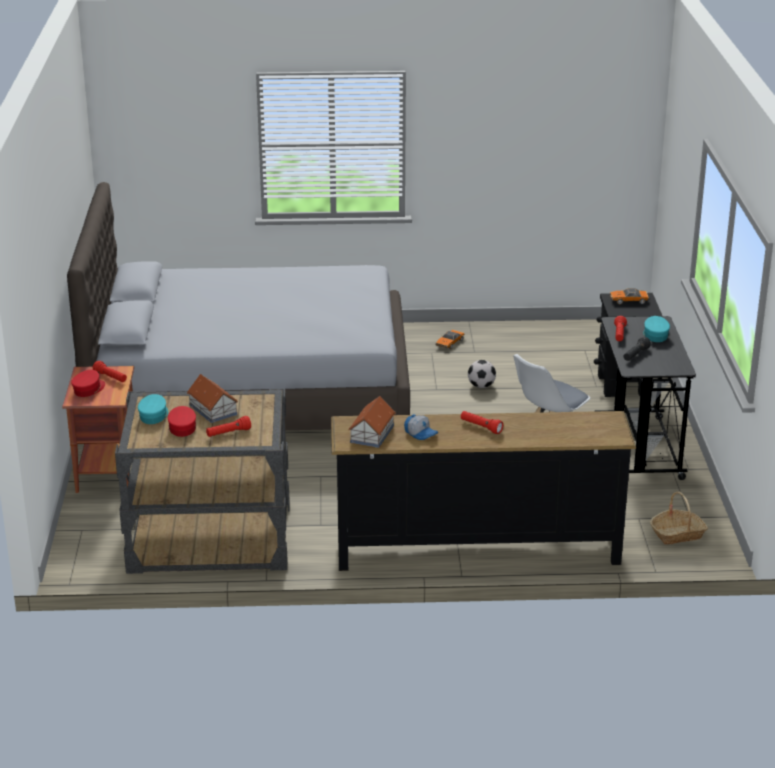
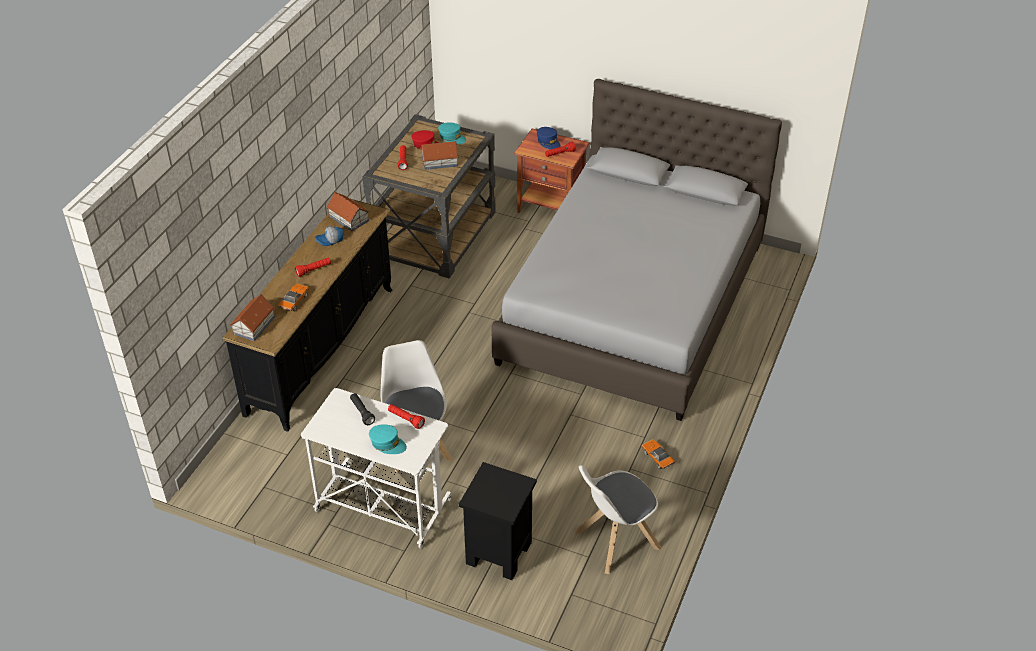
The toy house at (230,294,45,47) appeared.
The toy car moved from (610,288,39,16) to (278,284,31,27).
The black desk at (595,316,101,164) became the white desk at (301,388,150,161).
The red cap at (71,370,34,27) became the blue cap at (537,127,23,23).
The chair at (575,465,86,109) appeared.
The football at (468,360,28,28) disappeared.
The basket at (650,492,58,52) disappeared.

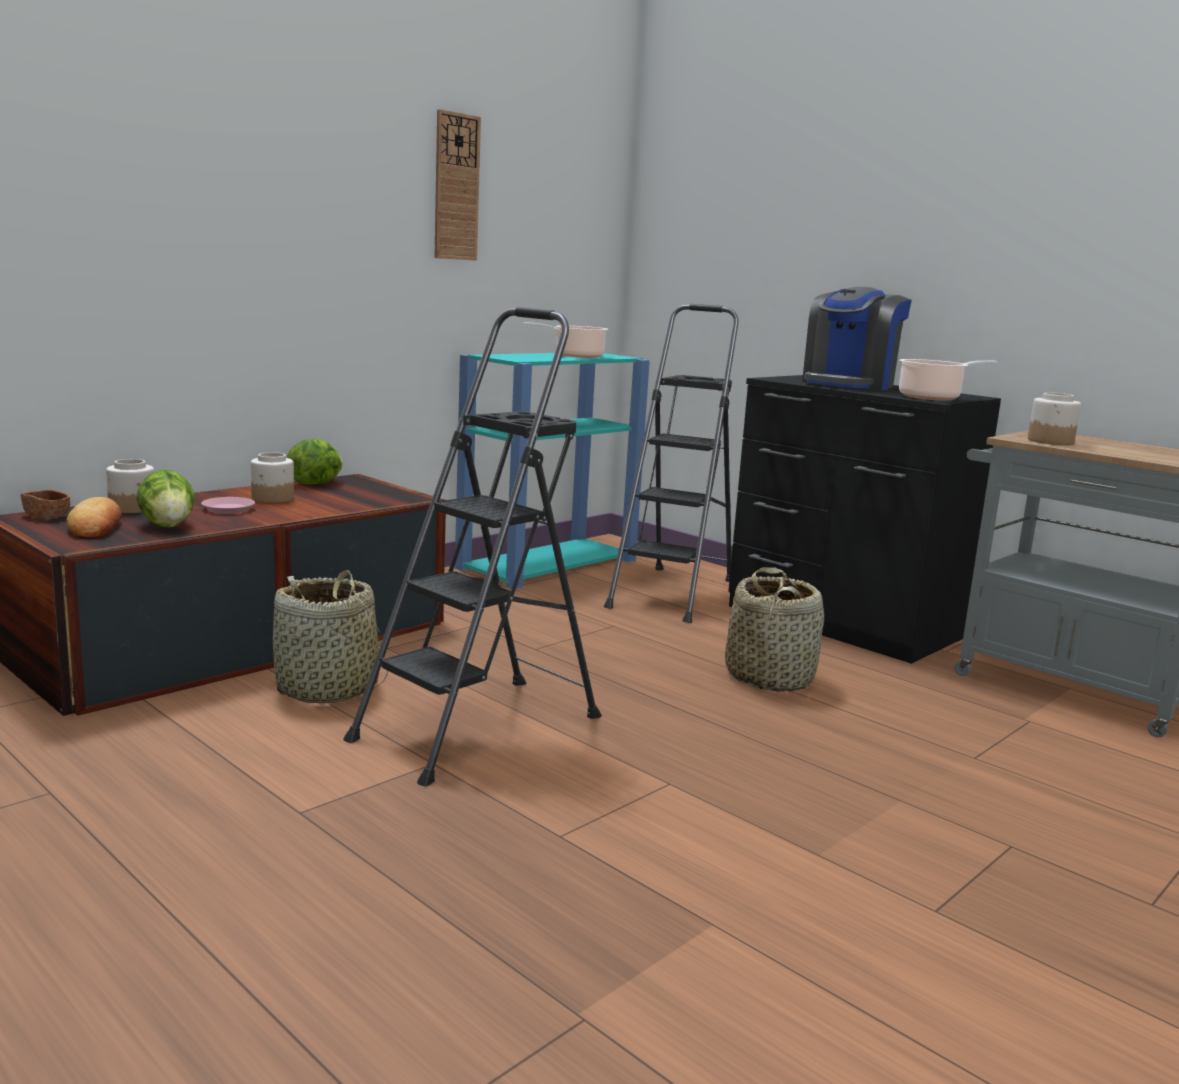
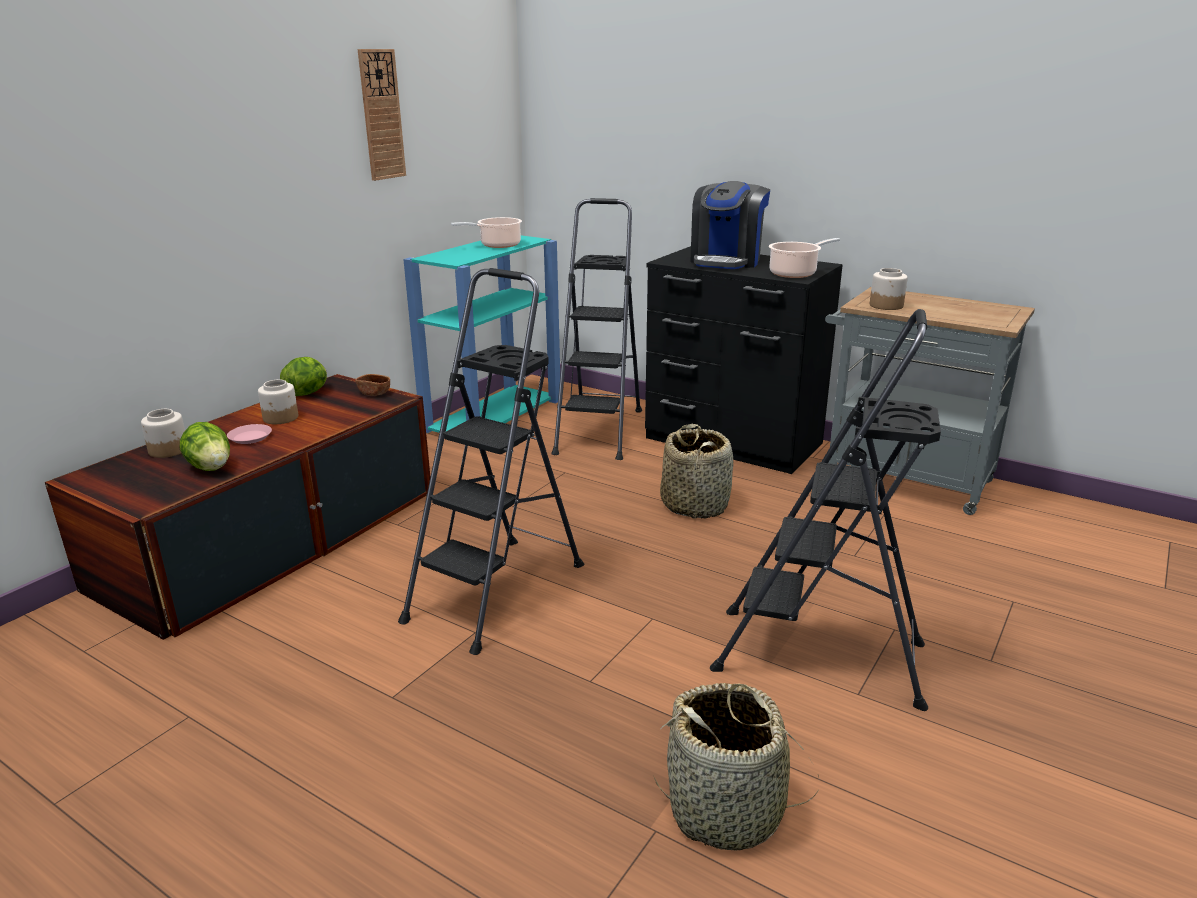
The brown bowl moved from (21,490,49,29) to (356,374,34,22).
The basket moved from (273,570,115,133) to (654,683,165,168).
The step ladder at (710,309,231,402) appeared.
The bread at (66,497,56,42) disappeared.

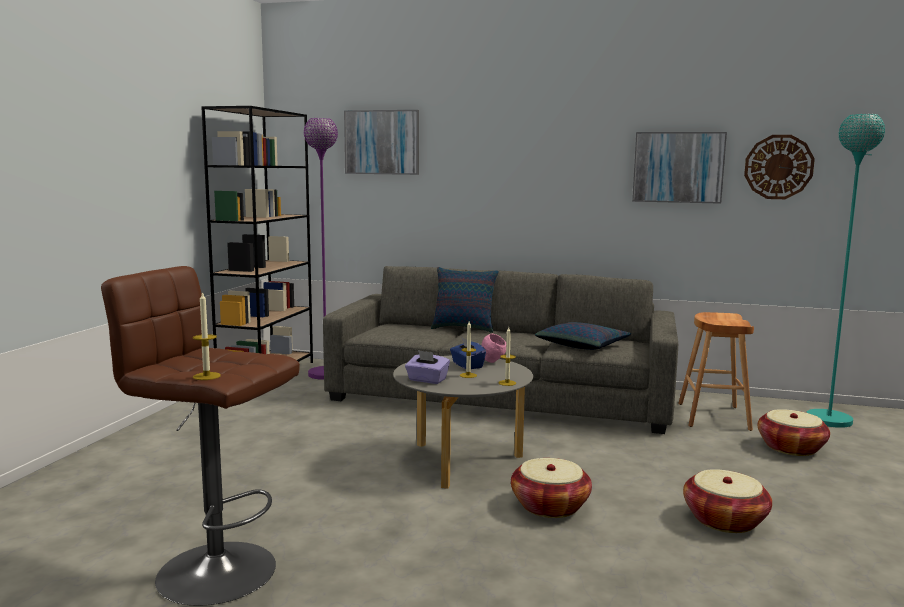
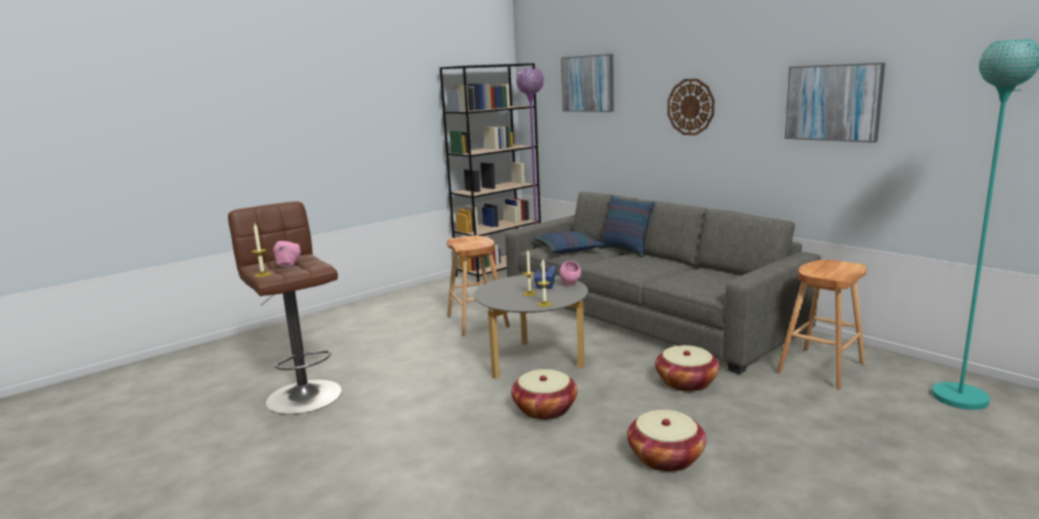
The pink bowl at (273,241,28,26) appeared.
The brown stool at (447,236,63,100) appeared.
The blue pillow moved from (535,322,96,28) to (534,231,70,23).
The basket moved from (758,409,72,47) to (655,345,65,47).
The wall clock moved from (744,135,71,64) to (667,79,48,56).
The purple tissue box at (405,350,45,34) disappeared.

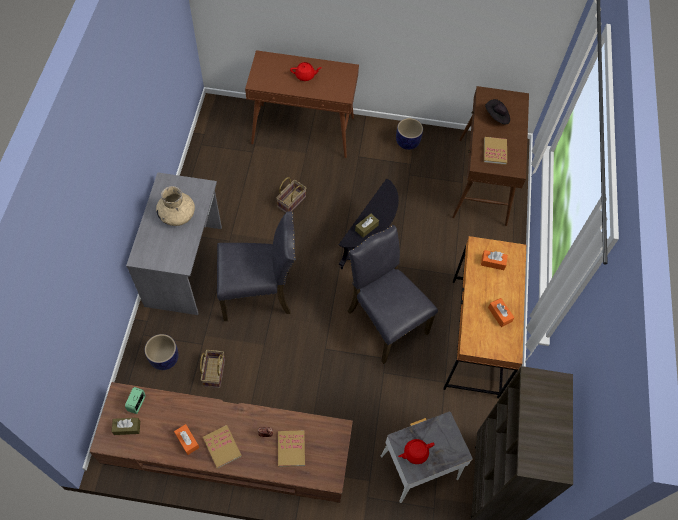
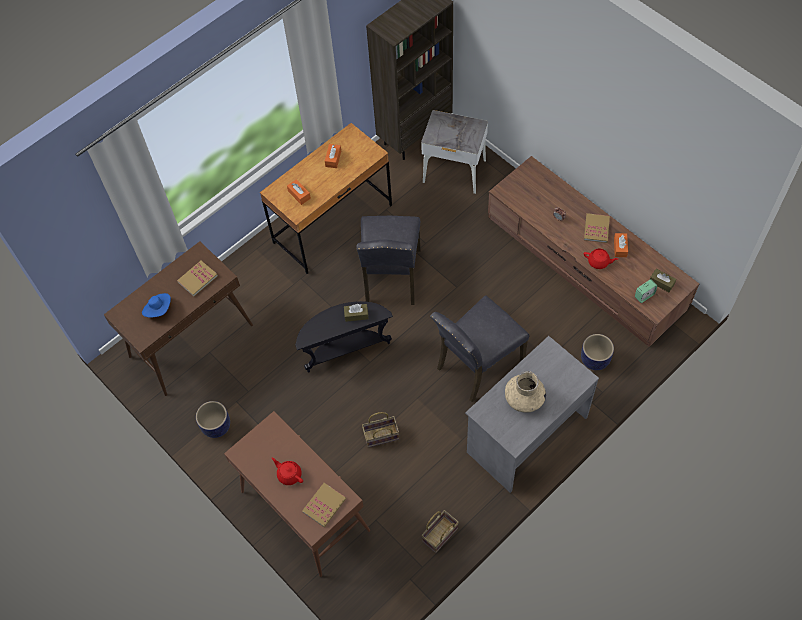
The black hat at (485,99,25,25) became the blue hat at (142,293,29,25).
The book moved from (278,430,27,37) to (302,483,44,45).
The basket moved from (200,350,25,38) to (421,510,38,43).
The grey chair at (217,211,79,110) turned 75 degrees counterclockwise.
The red teapot moved from (398,439,37,25) to (584,248,34,21).

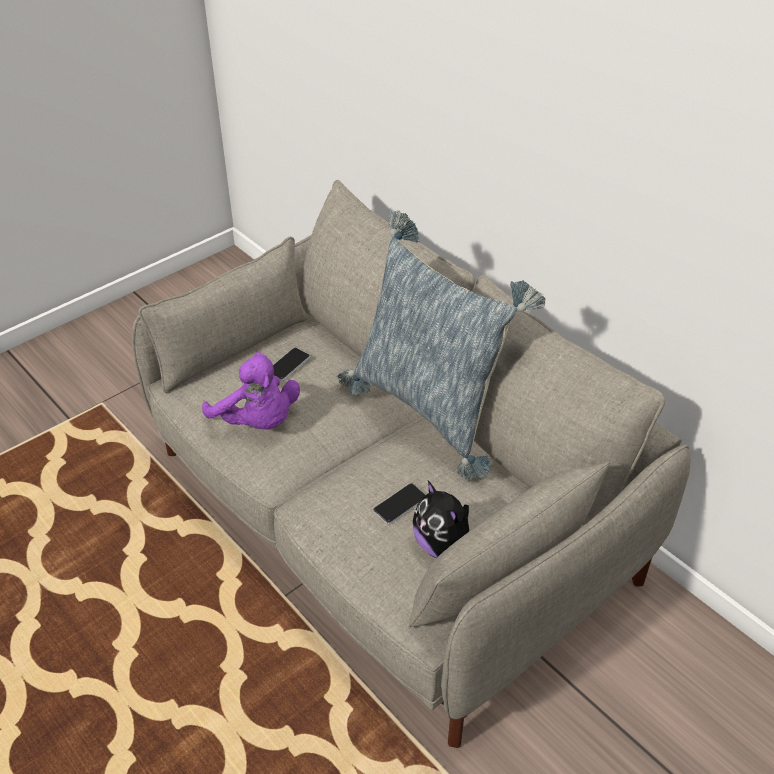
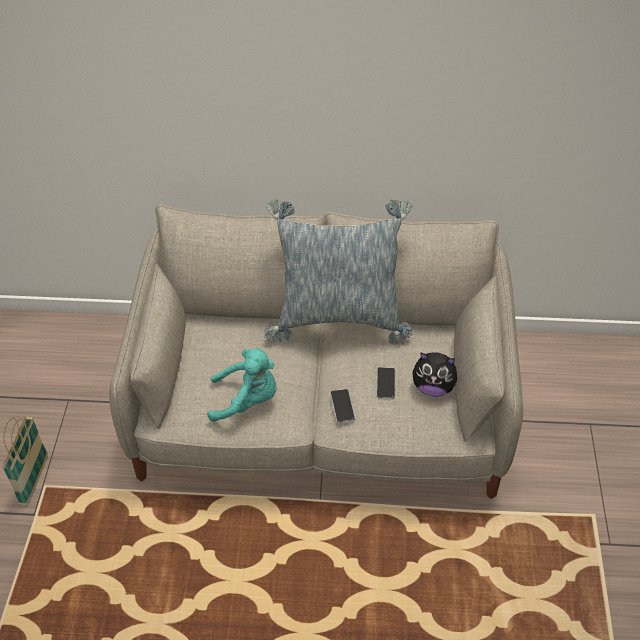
The basket at (2,416,46,90) appeared.
The purple plush toy at (202,352,98,78) became the turquoise plush toy at (207,348,70,74).
The phone moved from (273,348,37,33) to (330,389,25,34).

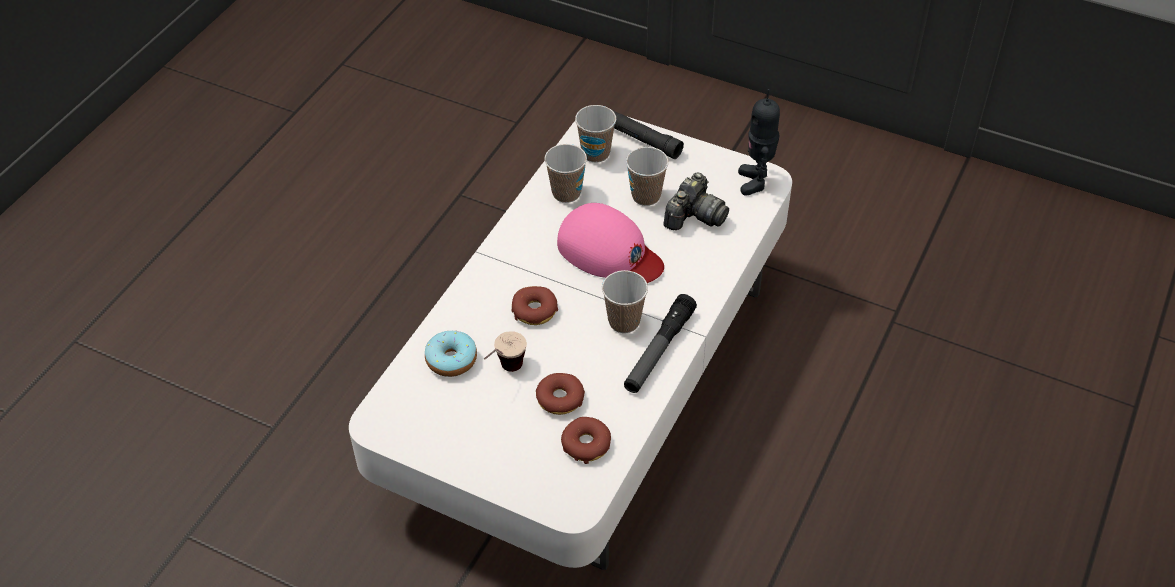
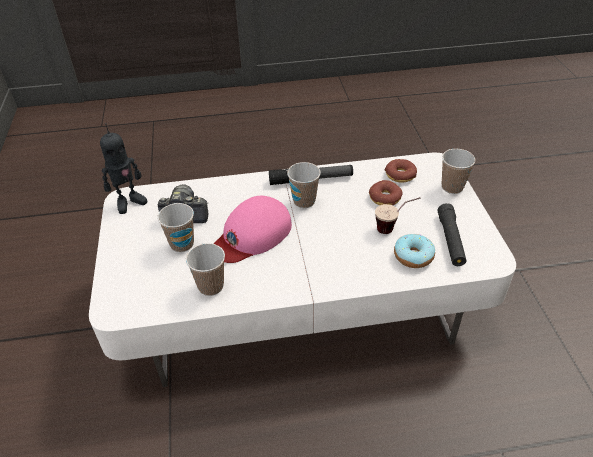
The pink cap at (557,203,107,80) turned 135 degrees counterclockwise.
The black flashlight moved from (612,110,72,49) to (438,203,29,63).
The cup moved from (575,105,41,58) to (442,149,34,45).
The donut at (511,286,47,39) disappeared.

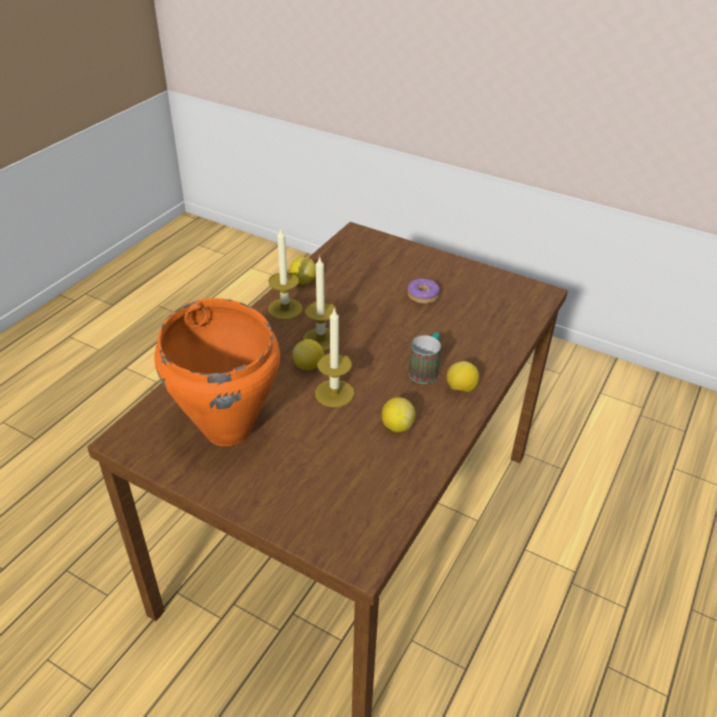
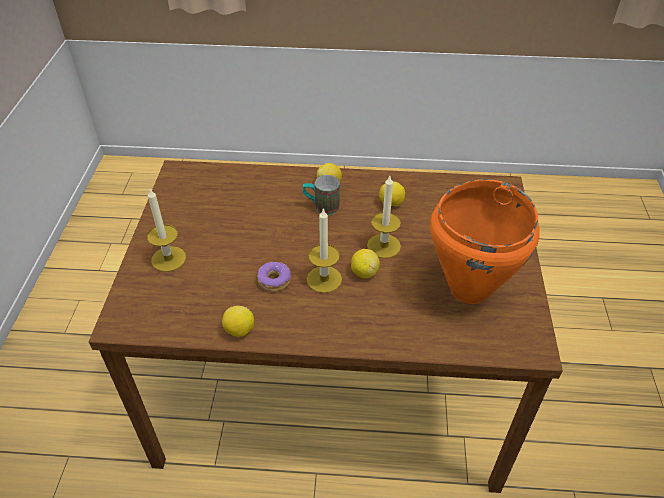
The candle moved from (268,227,35,93) to (147,189,39,83).
The donut moved from (408,278,32,26) to (257,262,34,30).

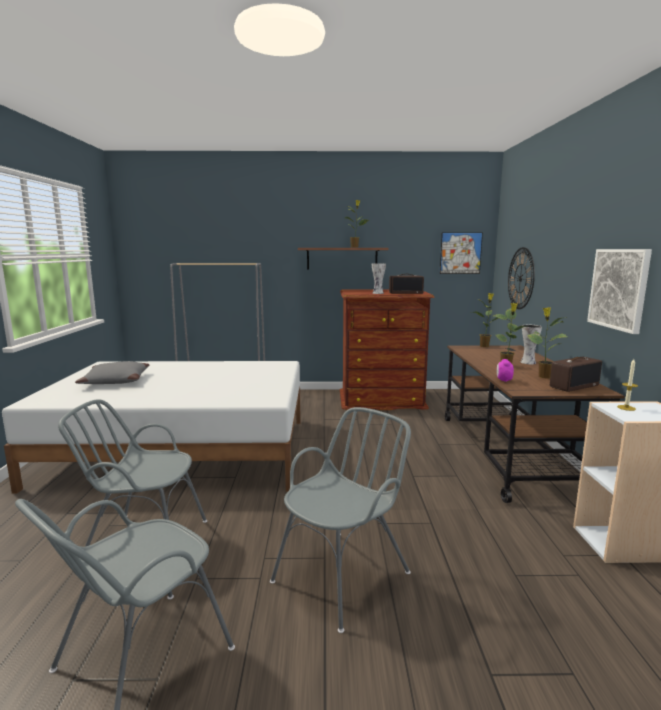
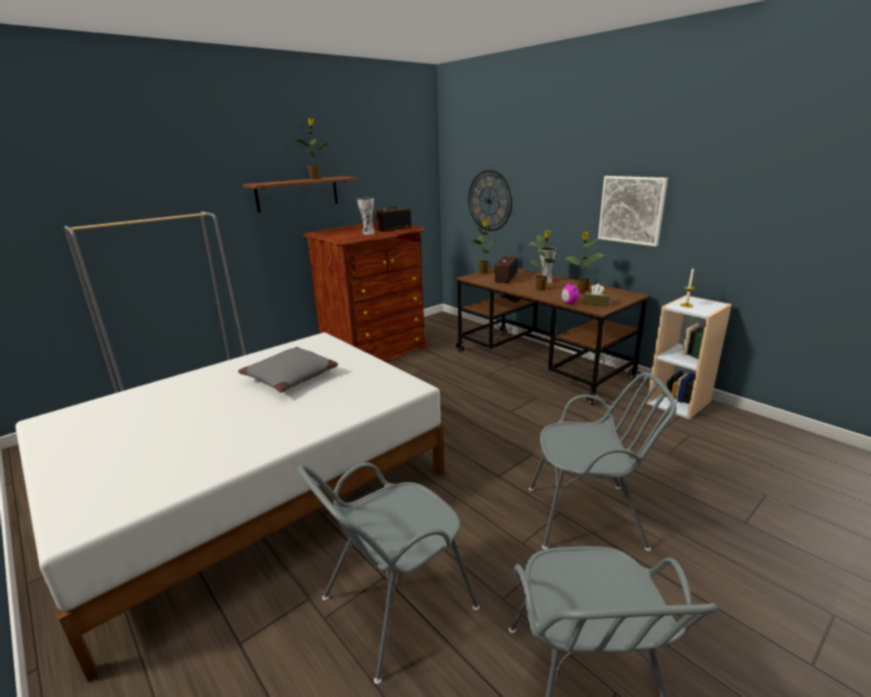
The grey pillow moved from (75,361,74,23) to (238,347,100,46).
The radio moved from (550,357,52,35) to (495,256,23,27).
The grey chair at (270,407,141,226) turned 90 degrees clockwise.
The brown tissue box at (583,284,27,23) appeared.
The picture at (440,232,43,42) disappeared.

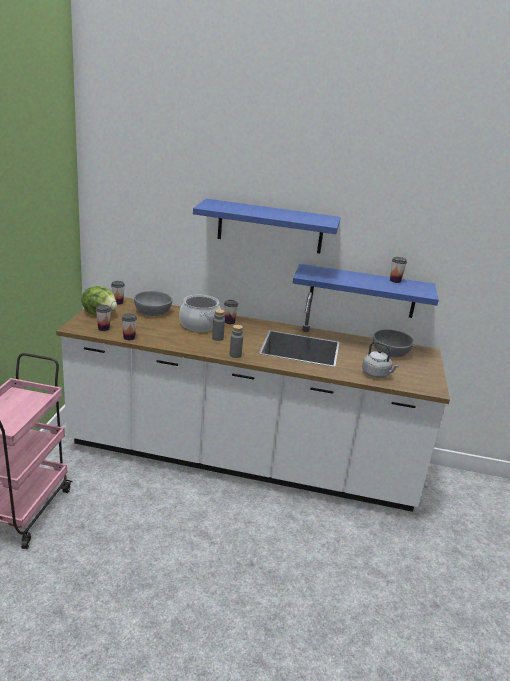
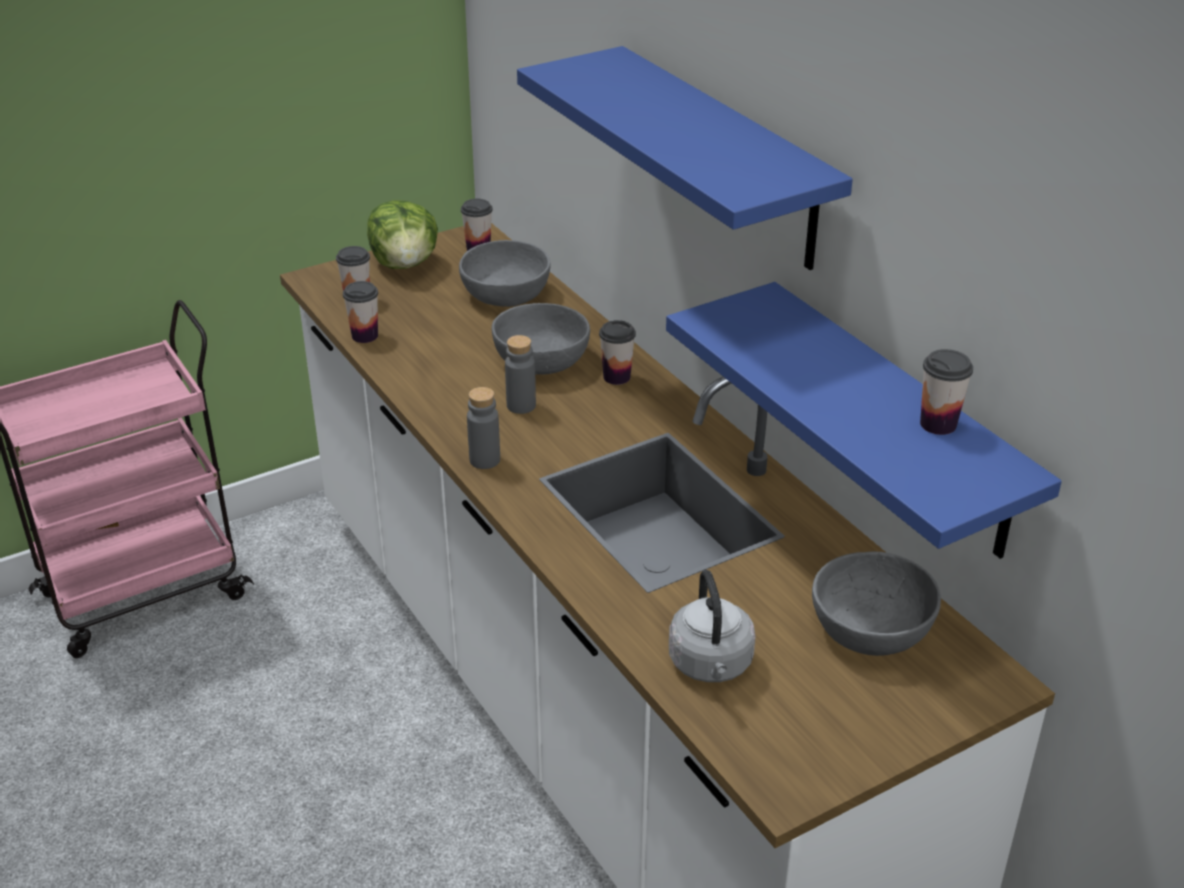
The cooking pot at (179,295,42,37) was replaced by the grey bowl at (491,303,99,72).

